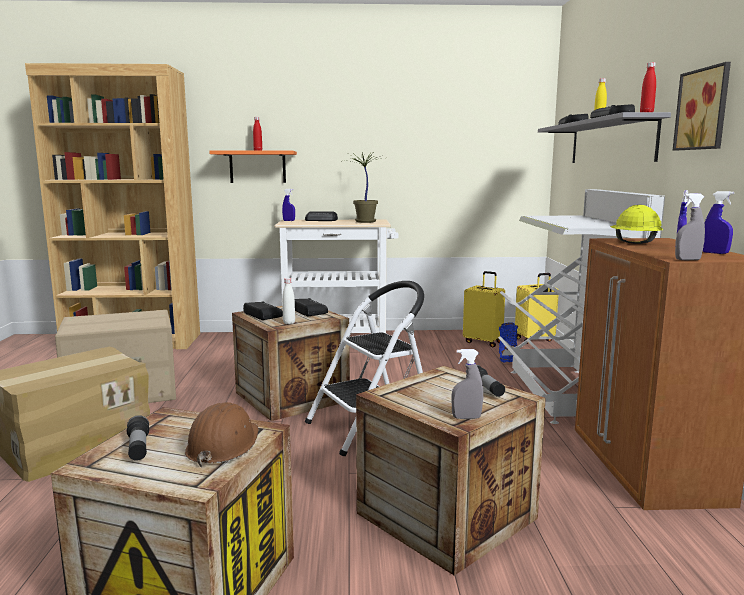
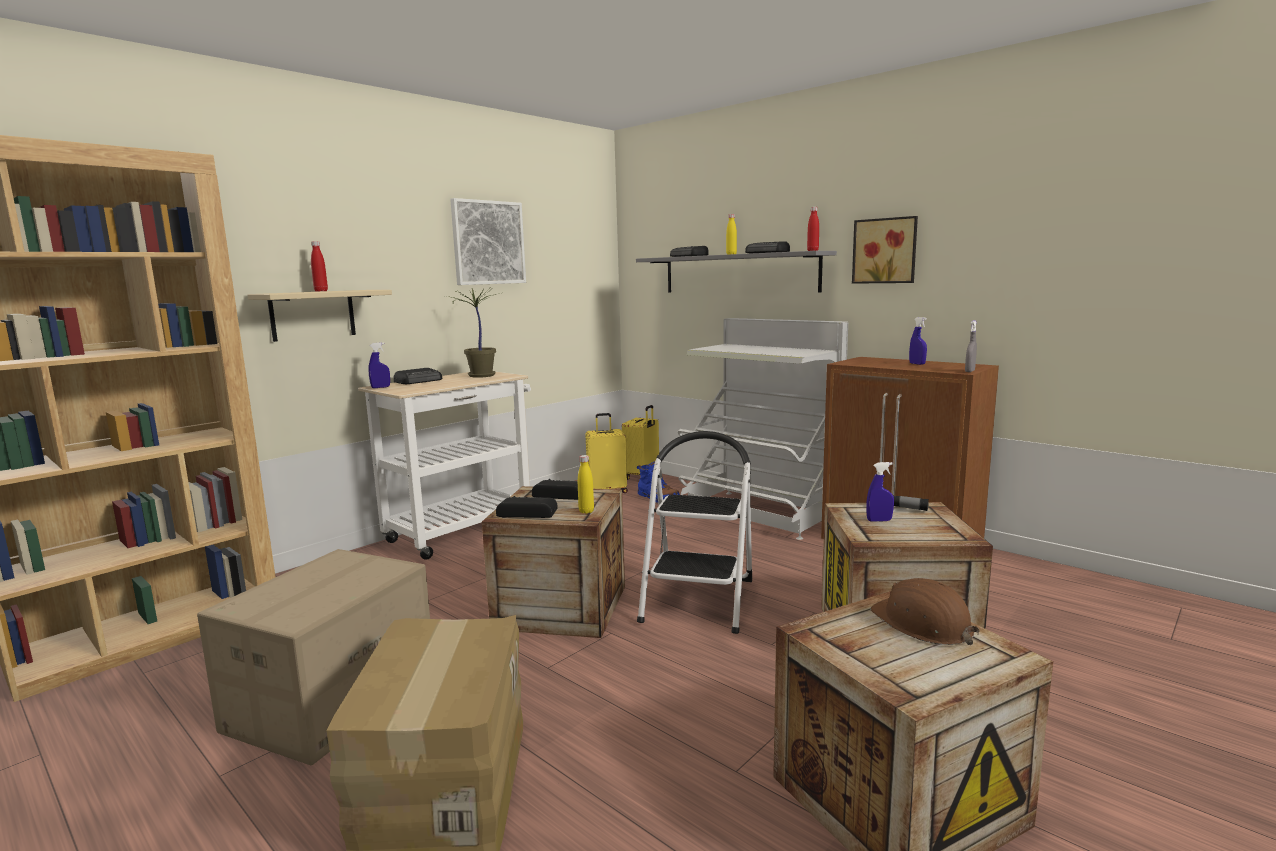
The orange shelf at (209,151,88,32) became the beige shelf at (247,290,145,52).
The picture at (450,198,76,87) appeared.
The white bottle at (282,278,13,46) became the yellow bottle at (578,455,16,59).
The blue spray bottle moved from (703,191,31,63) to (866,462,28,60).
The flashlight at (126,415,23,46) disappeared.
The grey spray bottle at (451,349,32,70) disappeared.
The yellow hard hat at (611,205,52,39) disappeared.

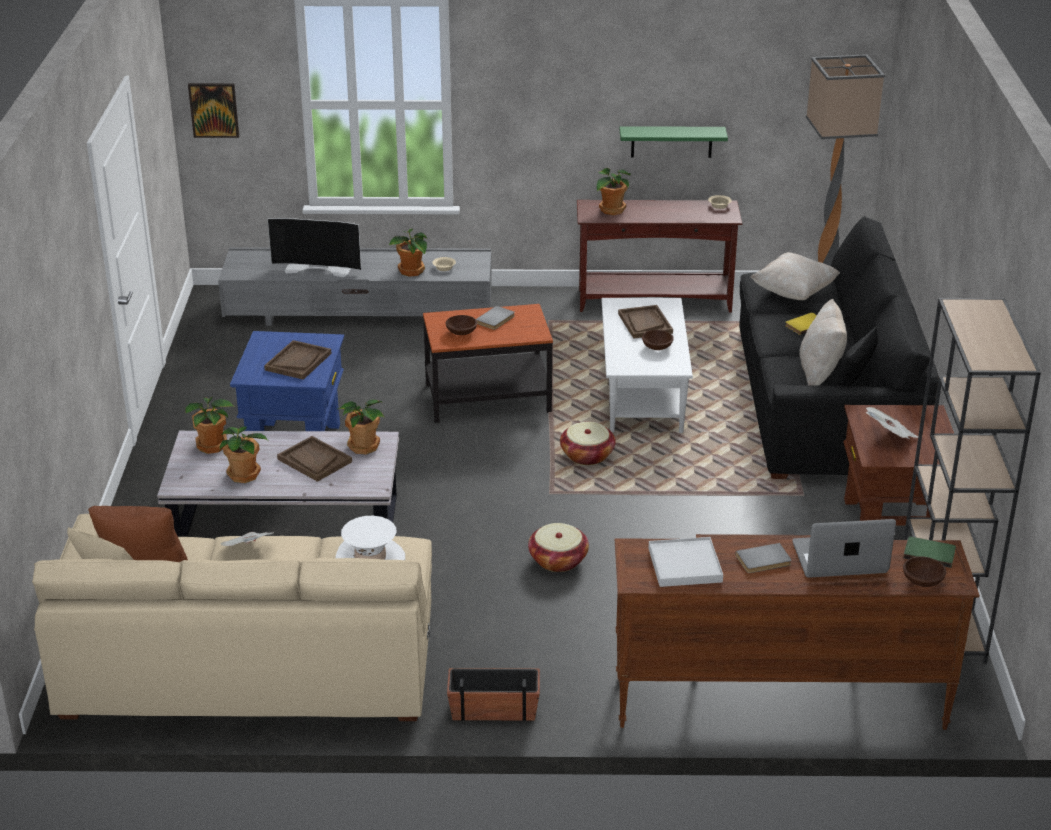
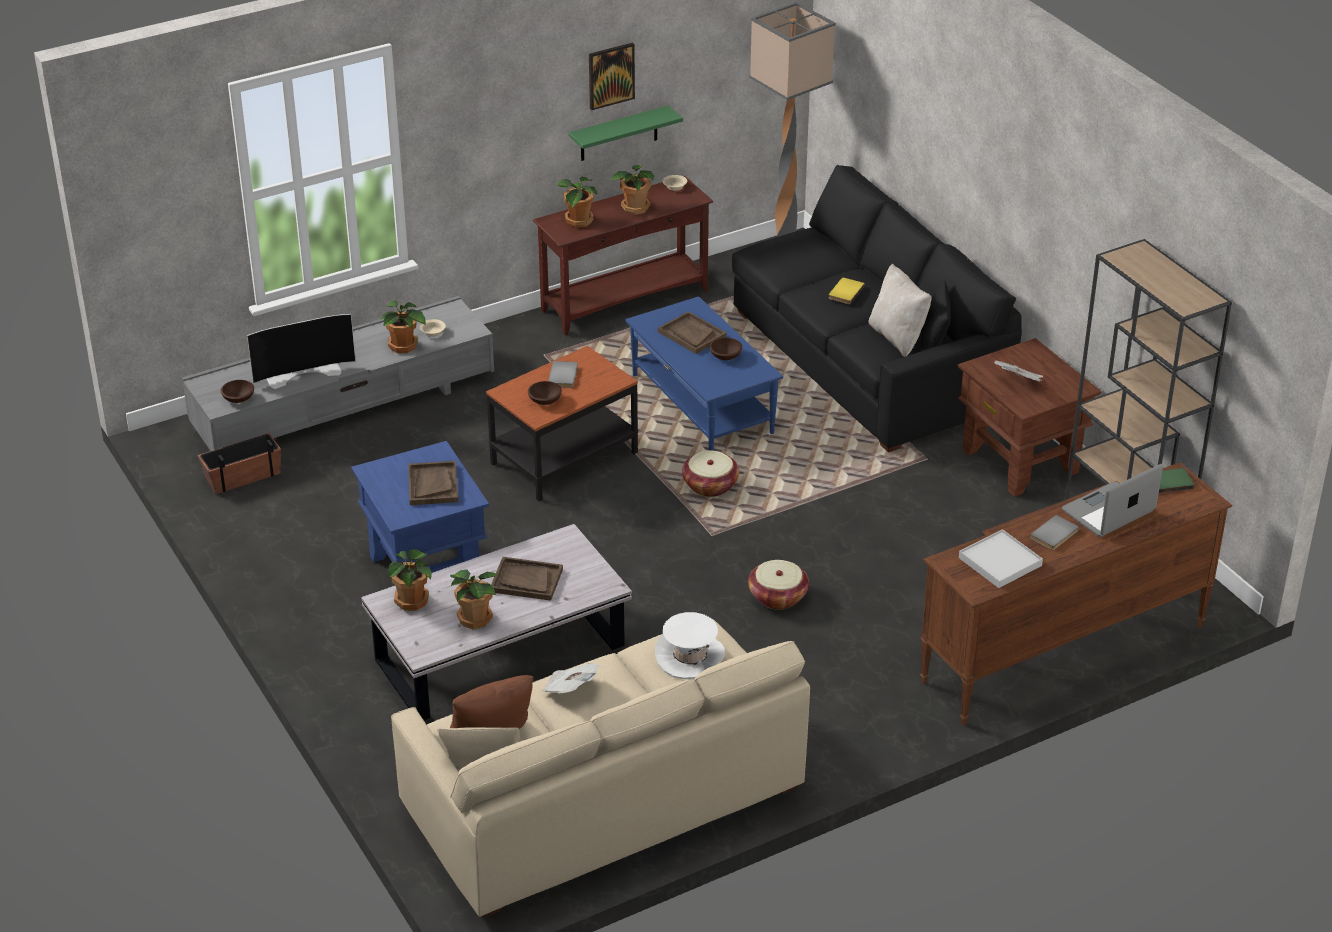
The planter moved from (447,668,93,53) to (198,433,83,61).
The brown bowl moved from (903,556,43,31) to (221,380,33,23).
The picture moved from (188,83,51,55) to (589,43,46,67).
The potted plant moved from (337,400,47,55) to (610,164,44,51).
The white coffee table at (602,298,91,135) became the blue coffee table at (625,296,158,155).
The beige pillow at (751,252,89,48) disappeared.

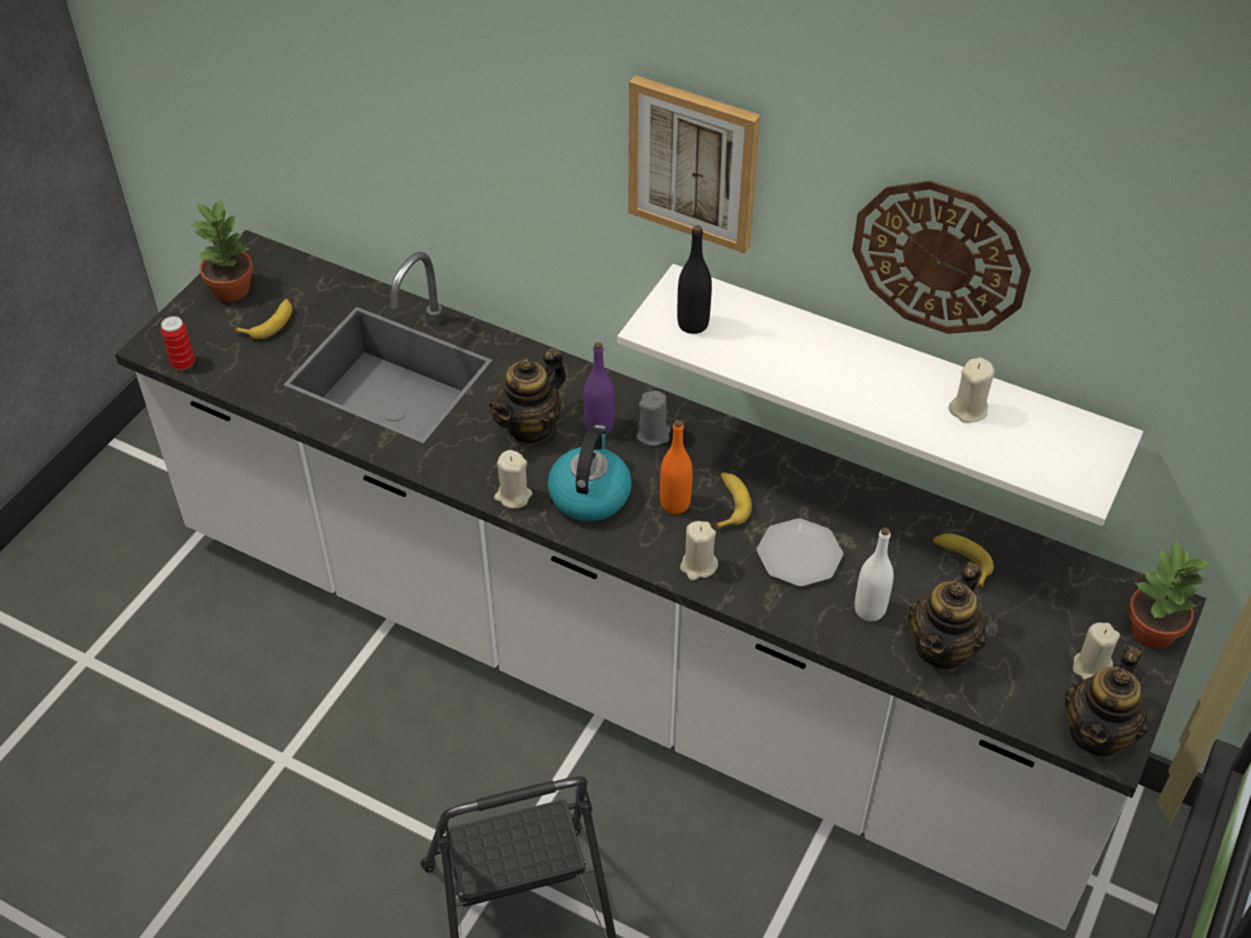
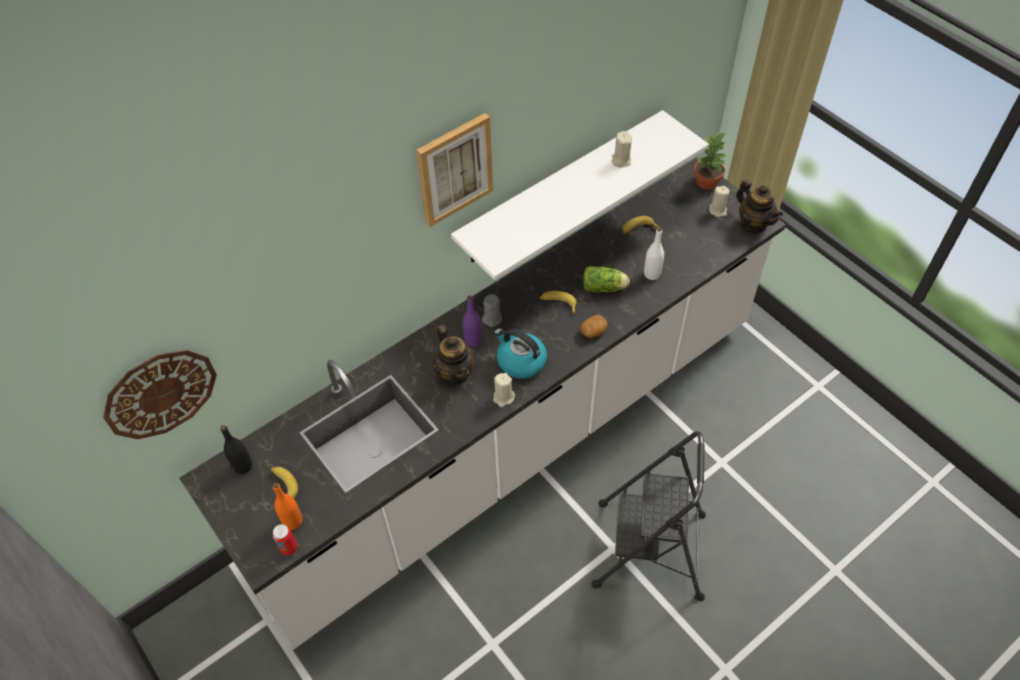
The wall clock moved from (852,180,179,154) to (103,350,114,89).
The black bottle moved from (677,225,35,109) to (220,425,32,49).
The orange bottle moved from (660,420,33,94) to (273,483,29,47).
The beige candle at (680,521,38,60) was replaced by the potato at (580,315,28,23).
The plate at (757,518,86,69) was replaced by the lettuce at (583,266,47,26).
The potted plant at (190,198,63,104) disappeared.
The teapot at (908,562,79,109) disappeared.

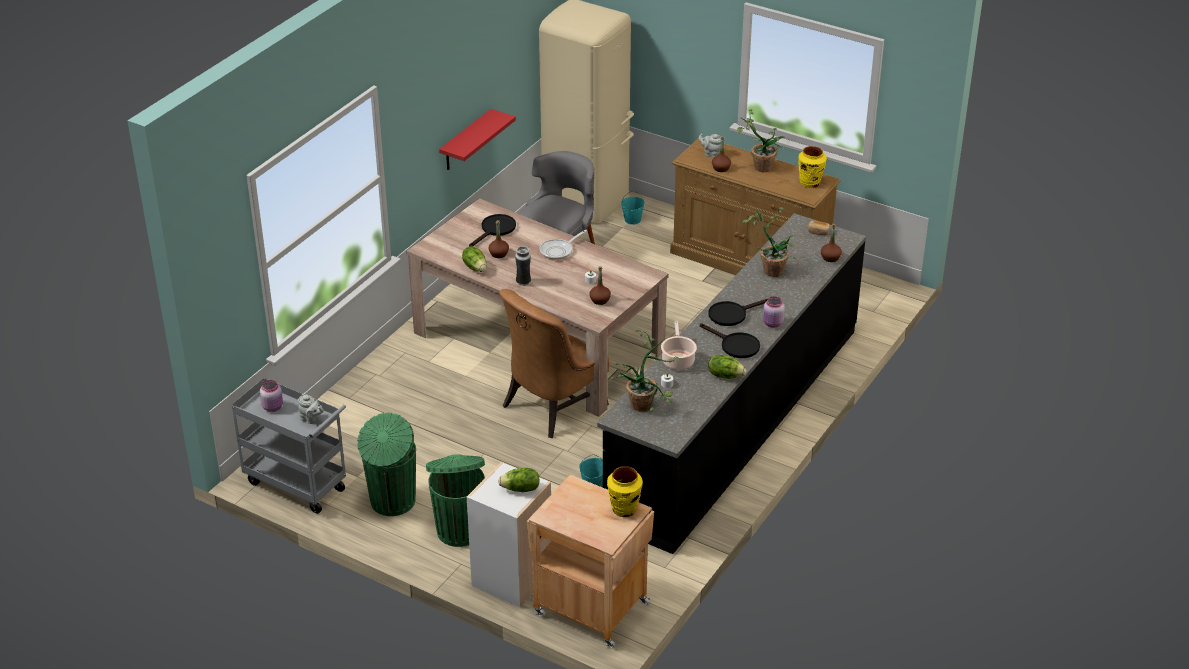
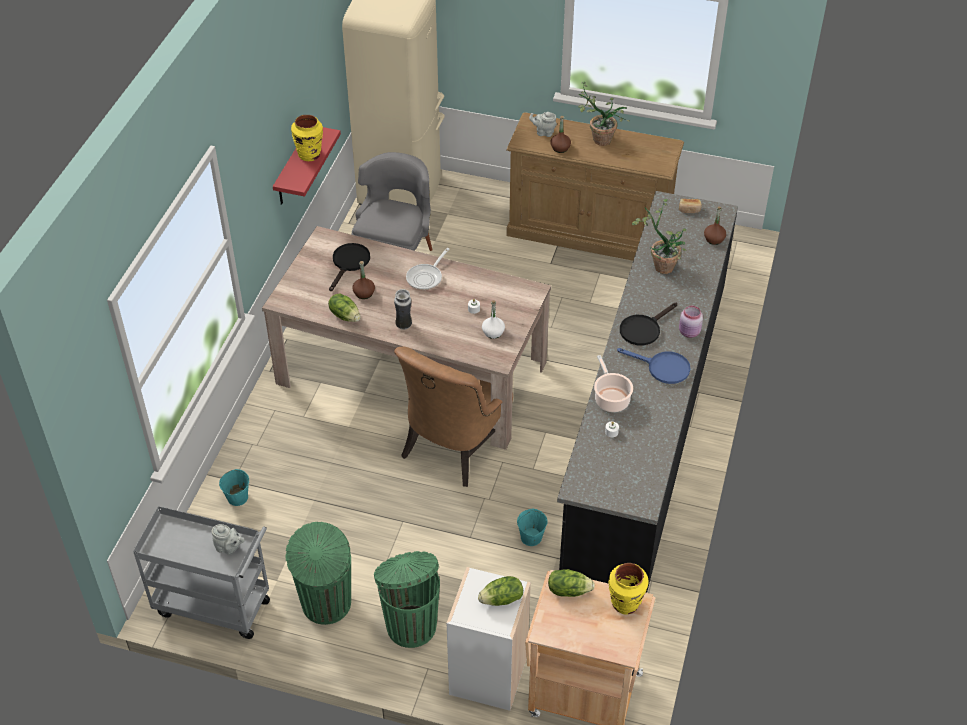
The turquoise bucket moved from (621,191,24,34) to (219,469,30,37).
The yellow vase moved from (798,146,29,42) to (291,115,32,46).
The brown bottle at (589,266,22,39) became the white bottle at (482,300,23,39).
The lettuce moved from (708,355,38,24) to (548,569,47,28).
The black frying pan at (700,323,60,35) became the blue frying pan at (617,348,74,36).
The pink jar at (260,380,23,32) disappeared.
The potted plant at (611,330,69,82) disappeared.

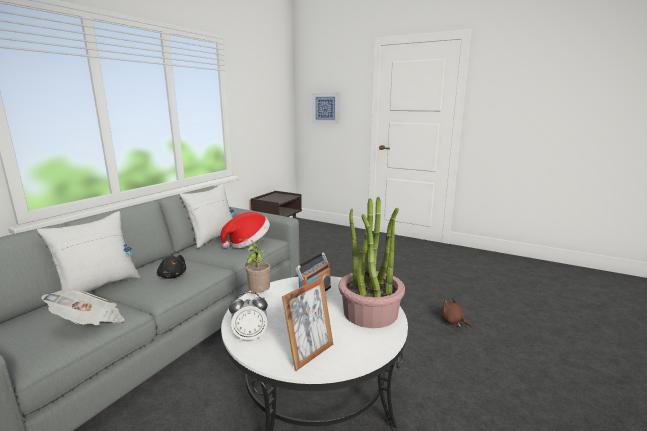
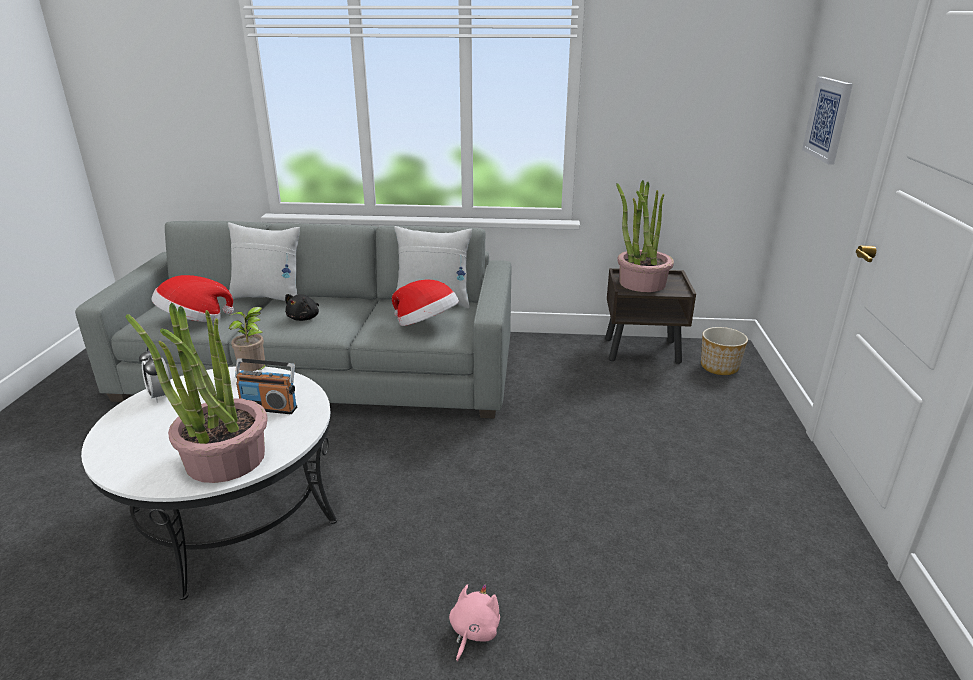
The newspaper at (41,290,84,35) was replaced by the hat at (152,275,82,47).
The brown plush toy at (441,298,32,30) became the pink plush toy at (449,584,51,78).
The potted plant at (616,180,58,112) appeared.
The planter at (701,327,47,48) appeared.
The picture frame at (282,277,51,94) disappeared.

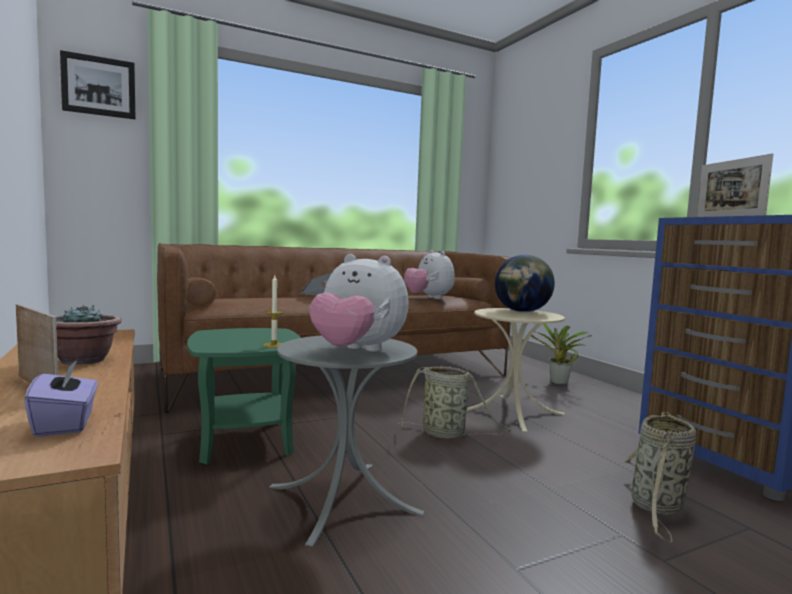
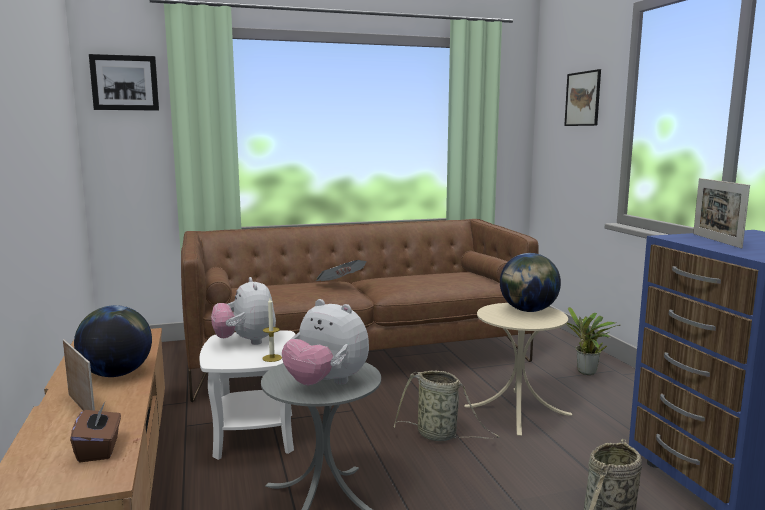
The purple tissue box at (24,359,74,78) became the brown tissue box at (70,402,51,60).
The potted plant at (55,305,67,60) was replaced by the globe at (74,305,78,72).
The green side table at (187,328,114,136) became the white side table at (200,330,96,130).
The plush toy moved from (404,250,51,49) to (211,277,65,68).
The picture at (564,69,37,57) appeared.

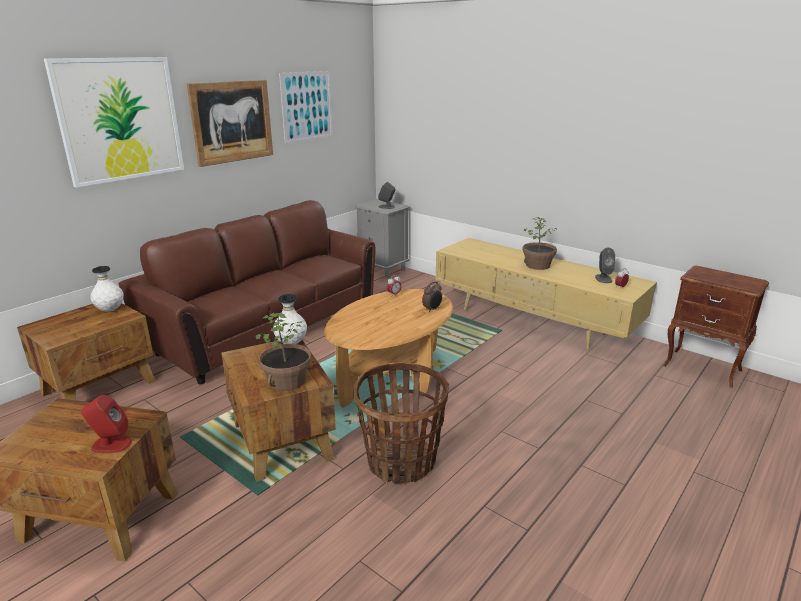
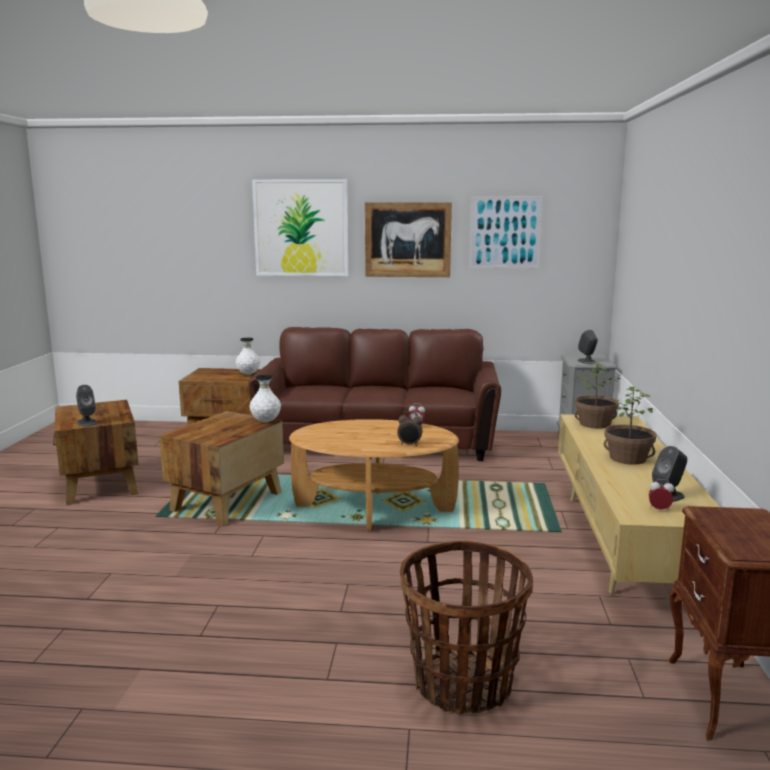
The red speaker at (81,395,51,58) became the grey speaker at (76,385,22,42).
The basket moved from (353,362,96,122) to (400,541,133,173).
The potted plant moved from (256,313,55,78) to (575,362,46,67).

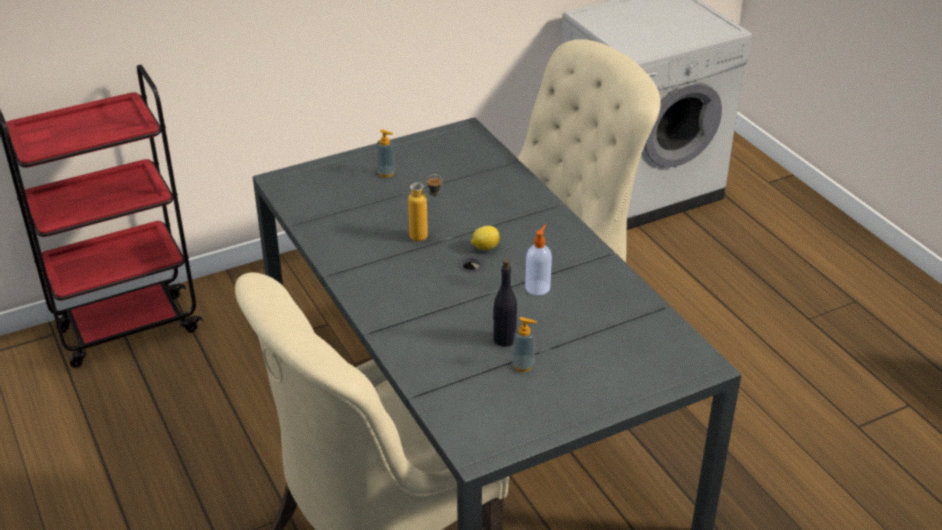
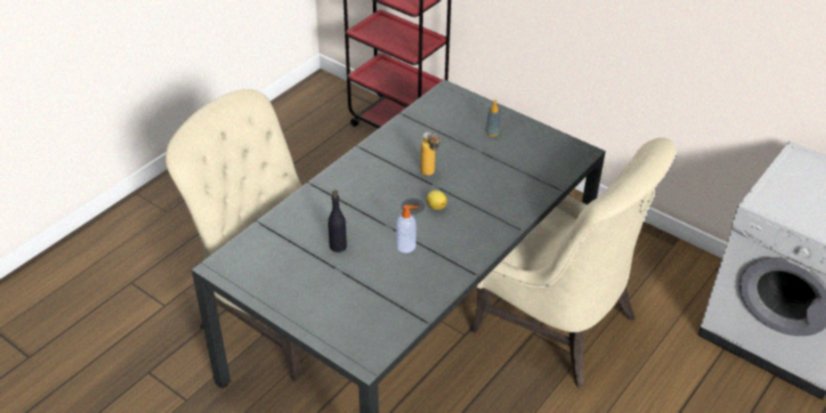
The soap dispenser at (512,317,25,55) disappeared.

